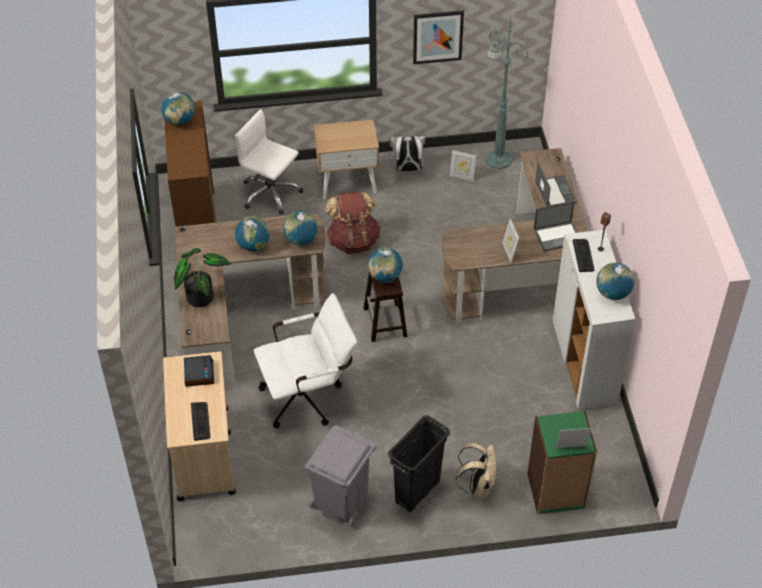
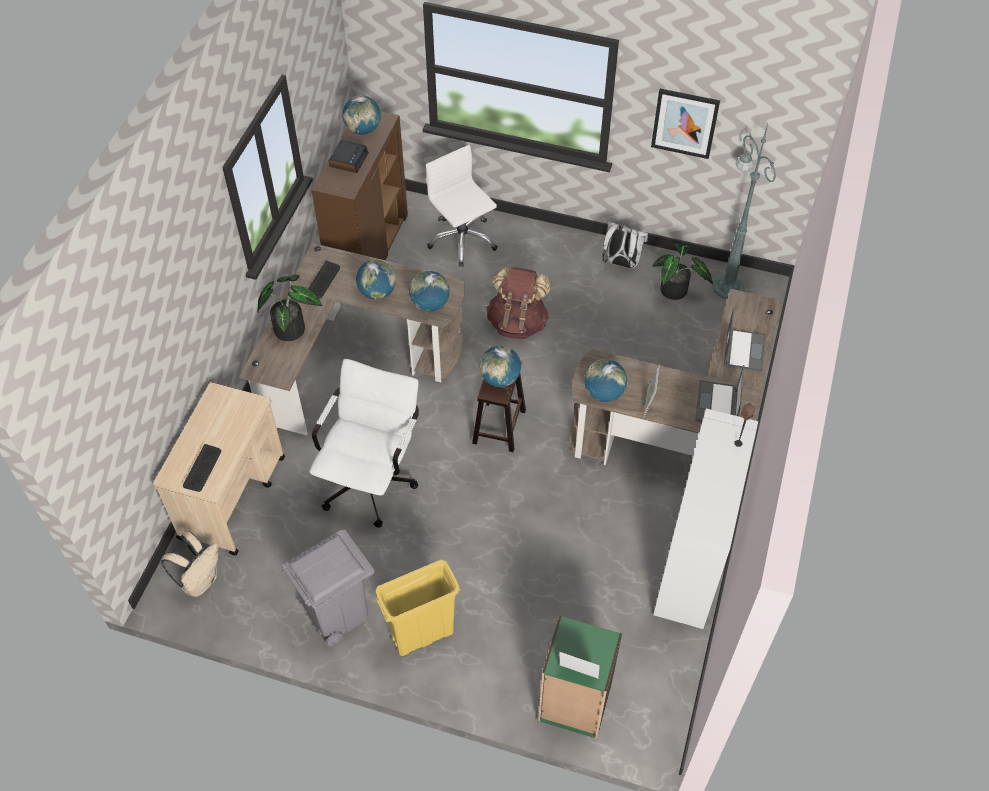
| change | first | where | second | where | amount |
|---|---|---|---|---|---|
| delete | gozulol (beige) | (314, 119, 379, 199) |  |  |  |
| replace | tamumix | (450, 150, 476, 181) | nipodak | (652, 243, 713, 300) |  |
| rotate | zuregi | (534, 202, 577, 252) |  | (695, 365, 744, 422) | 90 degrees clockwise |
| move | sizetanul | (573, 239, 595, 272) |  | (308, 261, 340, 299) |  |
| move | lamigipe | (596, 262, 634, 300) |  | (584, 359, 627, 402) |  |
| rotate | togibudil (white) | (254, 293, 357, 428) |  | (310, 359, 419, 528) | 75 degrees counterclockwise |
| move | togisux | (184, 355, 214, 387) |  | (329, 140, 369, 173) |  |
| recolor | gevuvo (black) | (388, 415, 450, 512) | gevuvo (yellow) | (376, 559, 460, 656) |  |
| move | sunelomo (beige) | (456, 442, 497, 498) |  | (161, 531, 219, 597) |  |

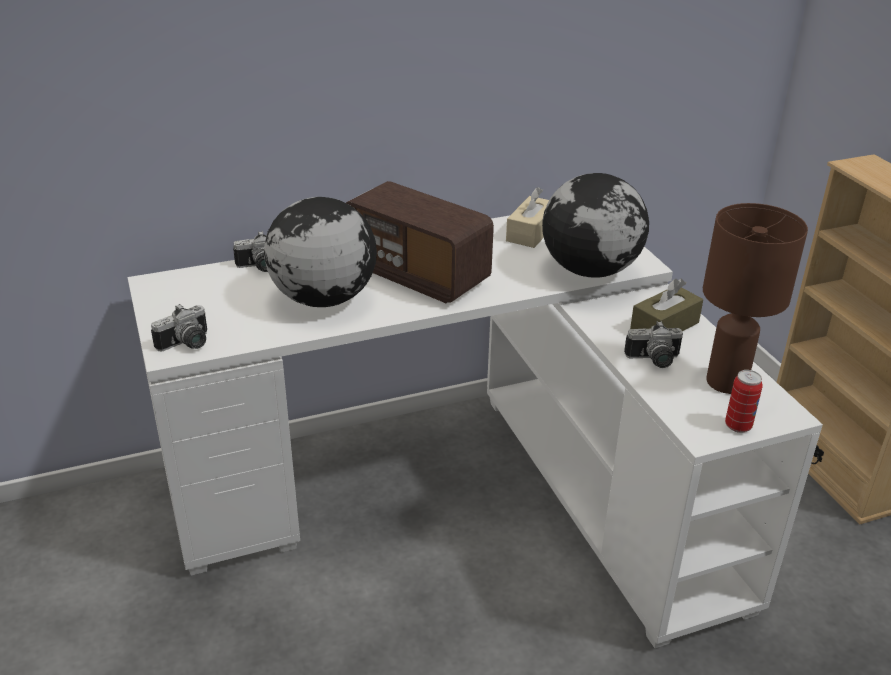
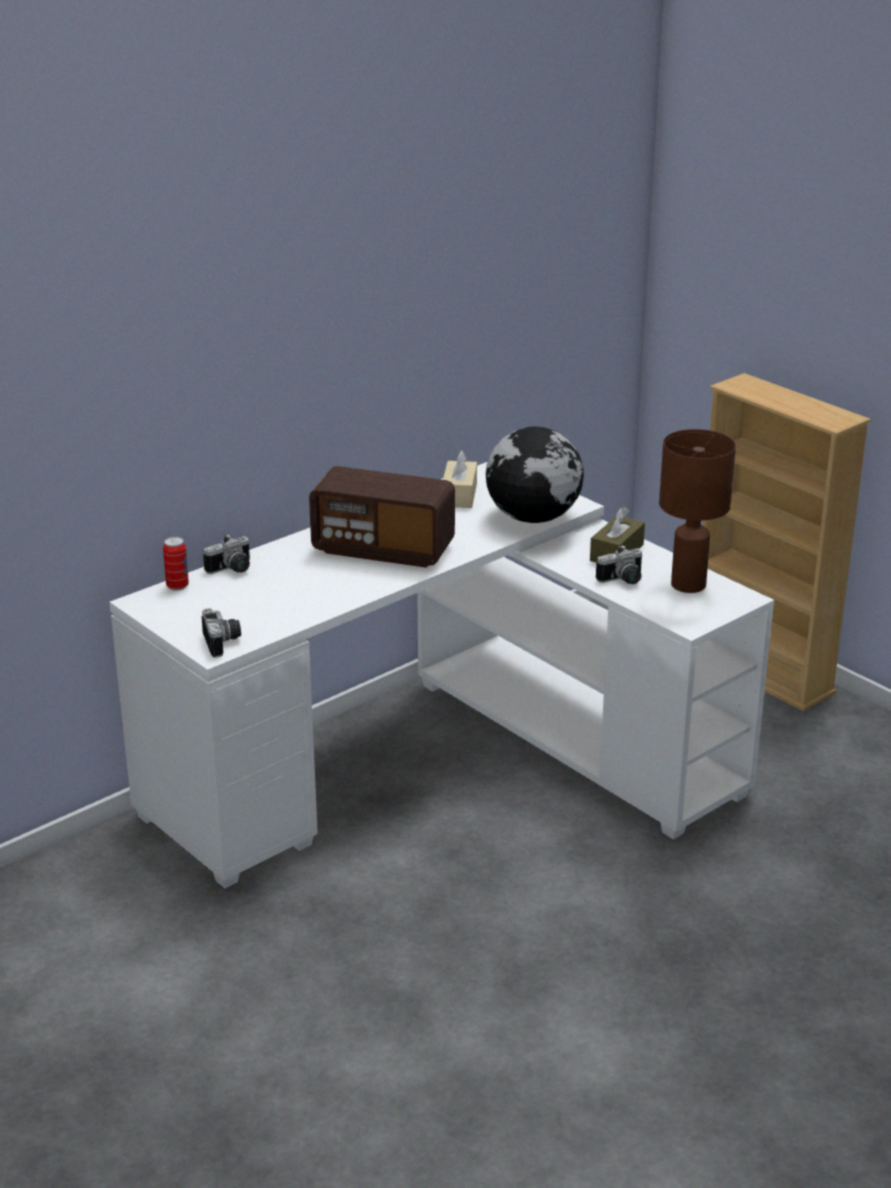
| change | first | where | second | where | amount |
|---|---|---|---|---|---|
| delete | lamigipe | (264, 197, 377, 307) |  |  |  |
| rotate | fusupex | (151, 304, 207, 352) |  | (202, 608, 241, 658) | 45 degrees counterclockwise |
| move | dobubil | (725, 370, 763, 433) |  | (163, 537, 189, 591) |  |

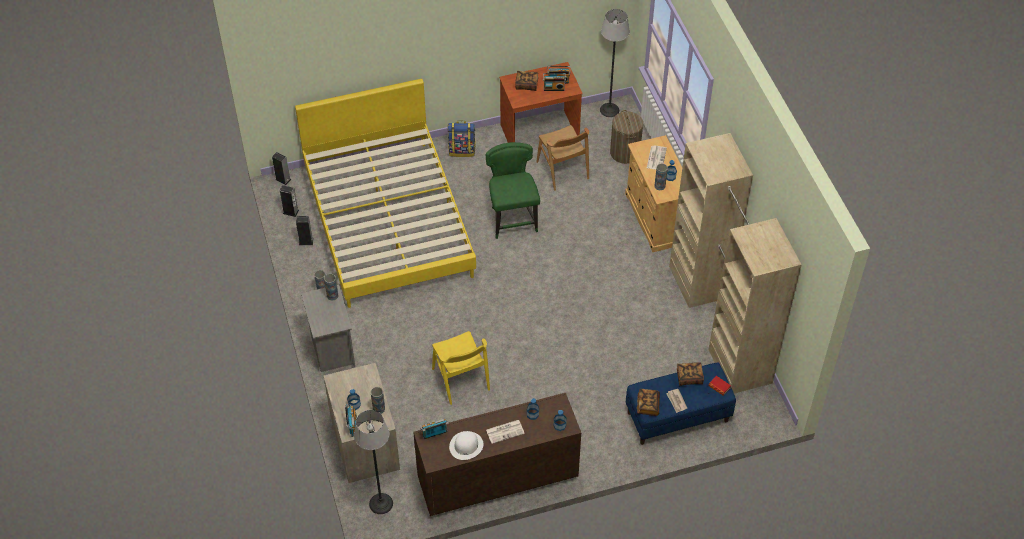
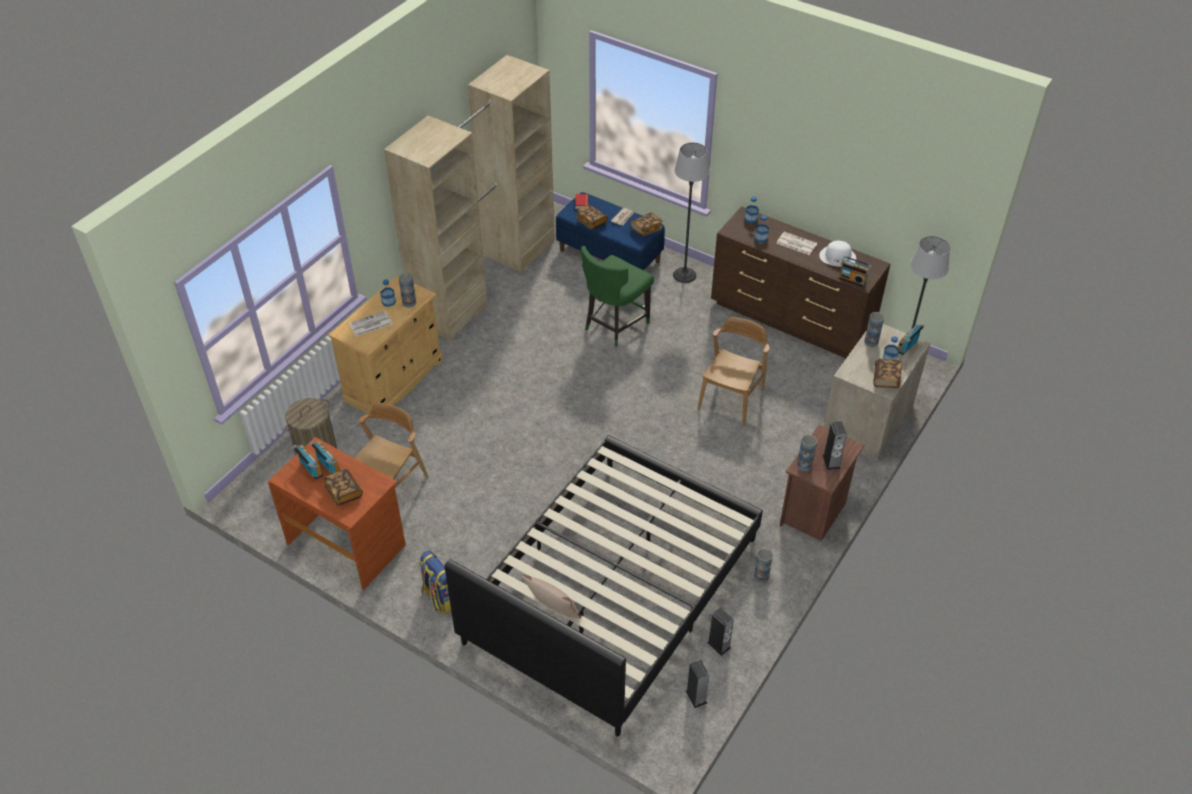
| change | first | where | second | where | amount |
|---|---|---|---|---|---|
| move | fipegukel | (600, 9, 630, 117) |  | (673, 142, 710, 283) |  |
| recolor | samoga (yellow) | (295, 79, 476, 308) | samoga (black) | (444, 435, 763, 736) |  |
| move | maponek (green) | (486, 142, 540, 239) |  | (581, 246, 654, 347) |  |
| move | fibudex | (272, 152, 291, 185) |  | (823, 421, 847, 470) |  |
| recolor | gozulol (grey) | (301, 284, 355, 372) | gozulol (brown) | (780, 424, 864, 541) |  |
| recolor | maponek (yellow) | (432, 331, 490, 405) | maponek (brown) | (697, 317, 770, 426) |  |
| insert |  |  | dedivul | (873, 359, 902, 388) |  |
| insert |  |  | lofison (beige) | (522, 574, 582, 619) |  |

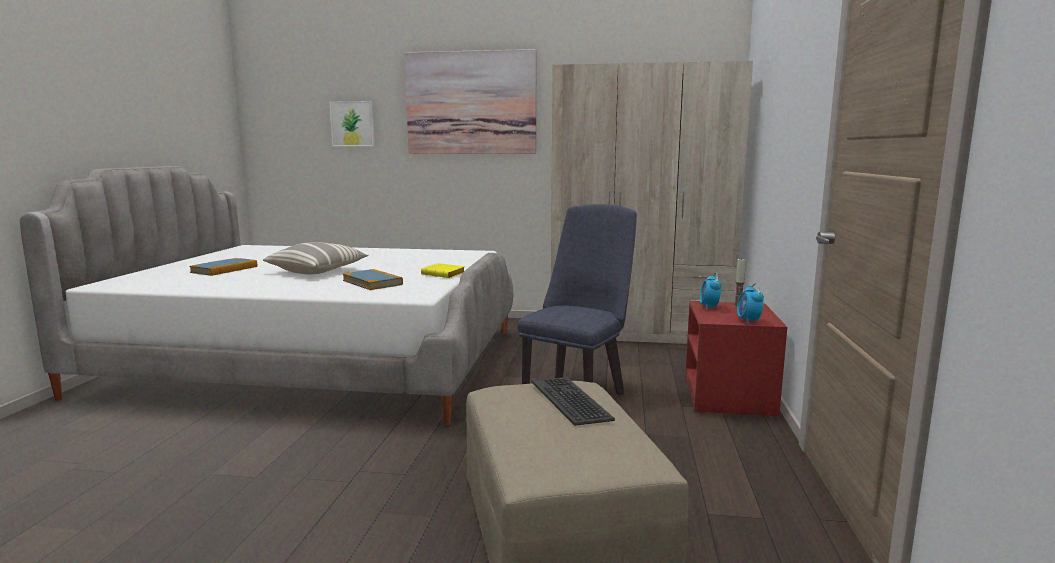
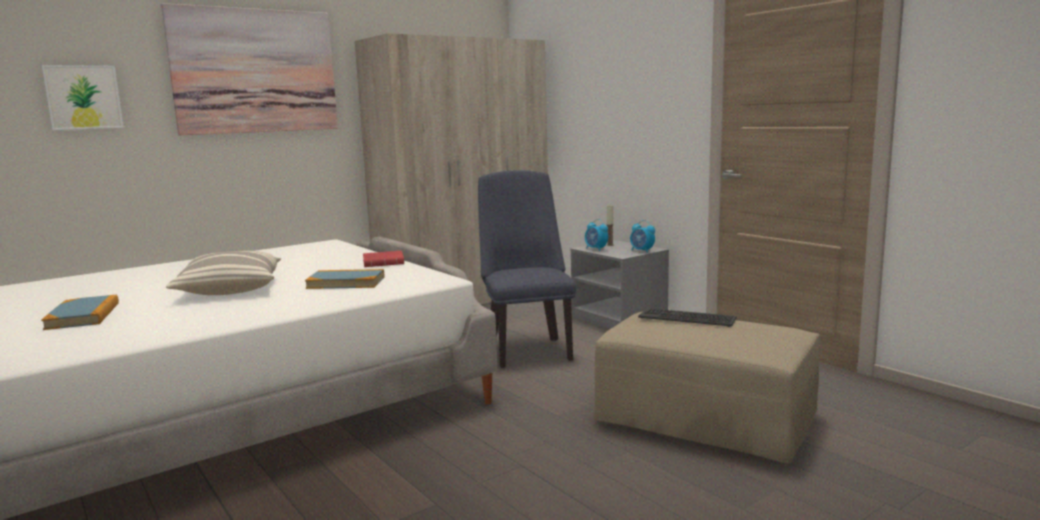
| change | first | where | second | where | amount |
|---|---|---|---|---|---|
| recolor | dedivul (yellow) | (421, 263, 465, 278) | dedivul (red) | (363, 251, 404, 267) |  |
| recolor | gozulol (red) | (685, 301, 787, 417) | gozulol (grey) | (571, 240, 669, 329) |  |

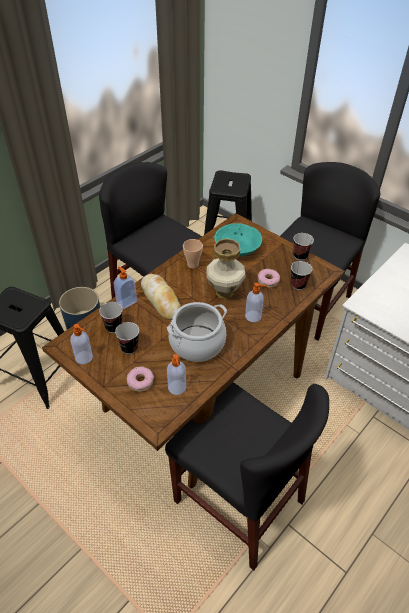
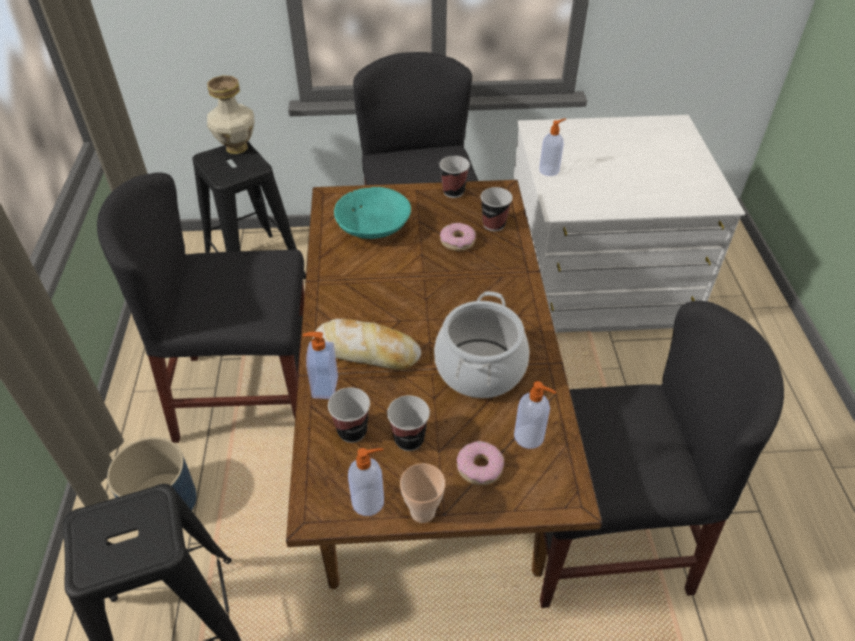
| change | first | where | second | where | amount |
|---|---|---|---|---|---|
| move | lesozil | (206, 238, 246, 299) |  | (207, 75, 255, 154) |  |
| move | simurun | (183, 239, 203, 268) |  | (400, 463, 445, 523) |  |
| move | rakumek | (245, 283, 267, 322) |  | (539, 118, 566, 176) |  |

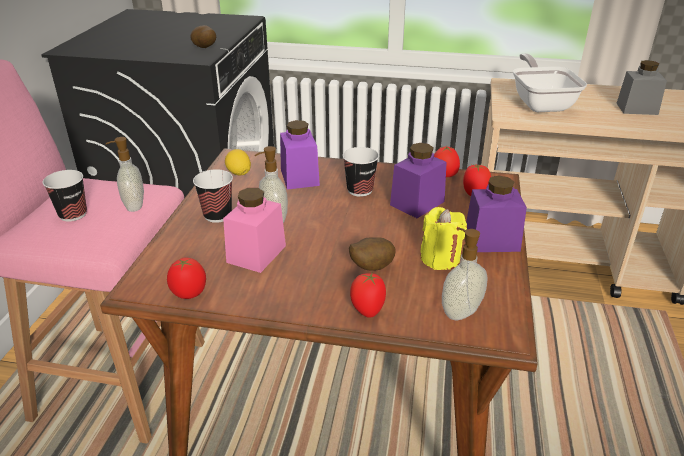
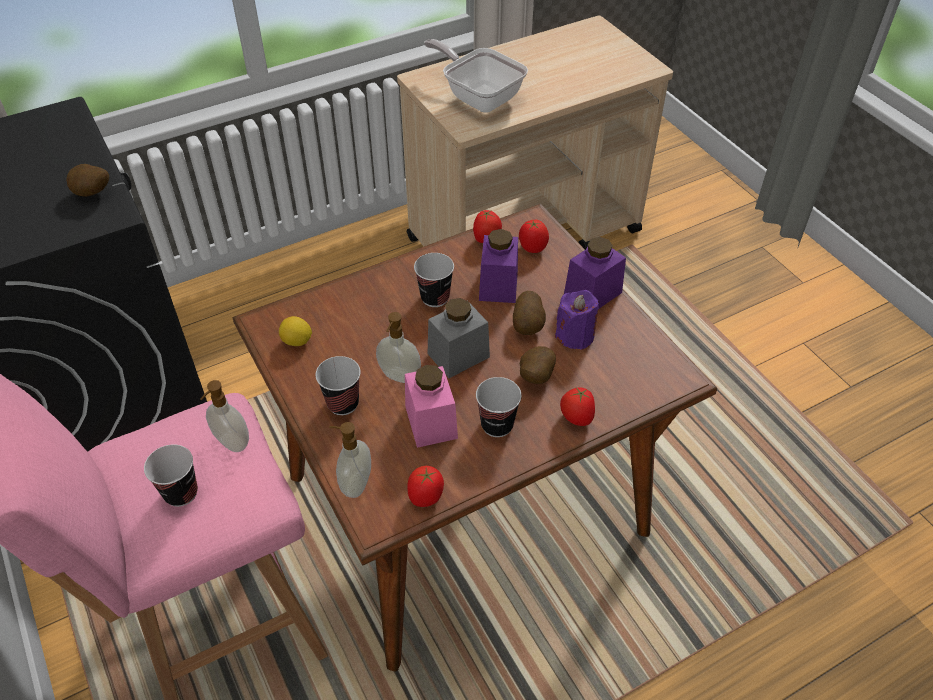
| change | first | where | second | where | amount |
|---|---|---|---|---|---|
| move | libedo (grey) | (616, 60, 667, 115) |  | (428, 298, 490, 378) |  |
| delete | libedo (purple) | (280, 120, 320, 190) |  |  |  |
| recolor | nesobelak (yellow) | (420, 207, 467, 270) | nesobelak (purple) | (555, 290, 599, 350) |  |
| move | rakumek | (442, 228, 487, 320) |  | (329, 422, 371, 498) |  |
| insert |  |  | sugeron | (513, 291, 546, 335) |  |
| insert |  |  | simurun | (476, 377, 522, 437) |  |

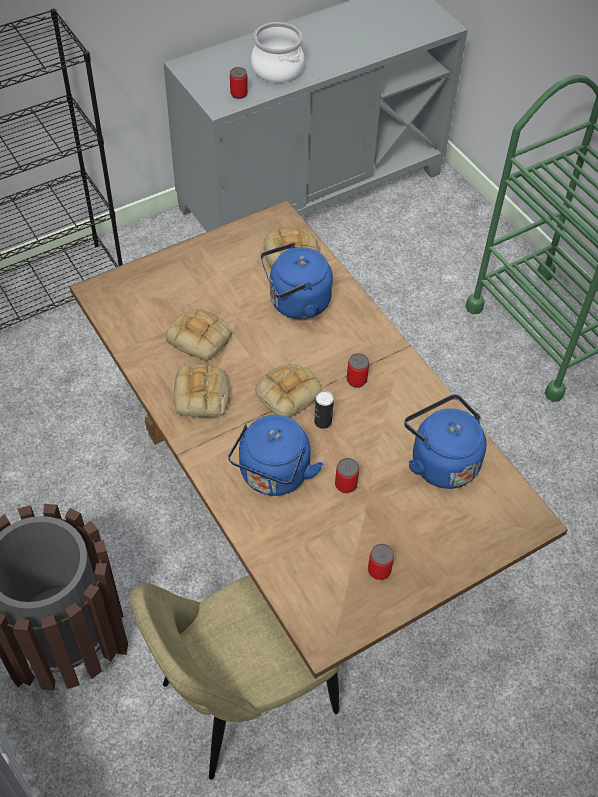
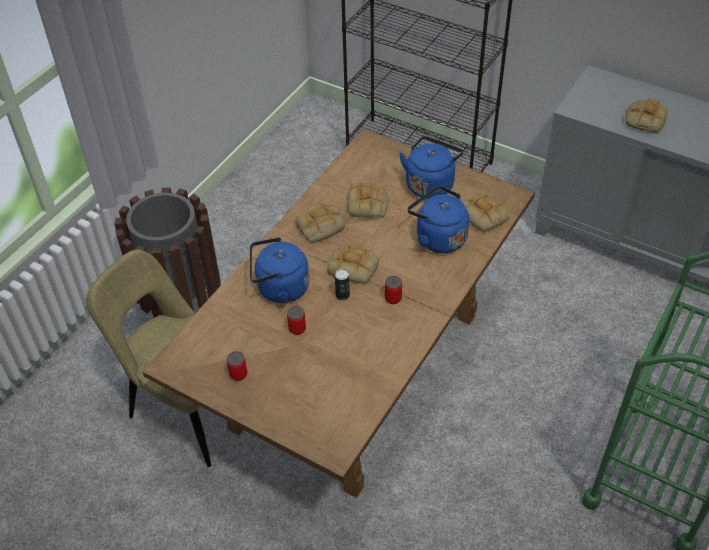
| change | first | where | second | where | amount |
|---|---|---|---|---|---|
| replace | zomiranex | (251, 22, 304, 82) | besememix | (625, 98, 667, 133) |  |
| delete | dobubil | (230, 67, 248, 99) |  |  |  |
| move | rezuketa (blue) | (404, 394, 487, 489) |  | (399, 136, 463, 199) |  |

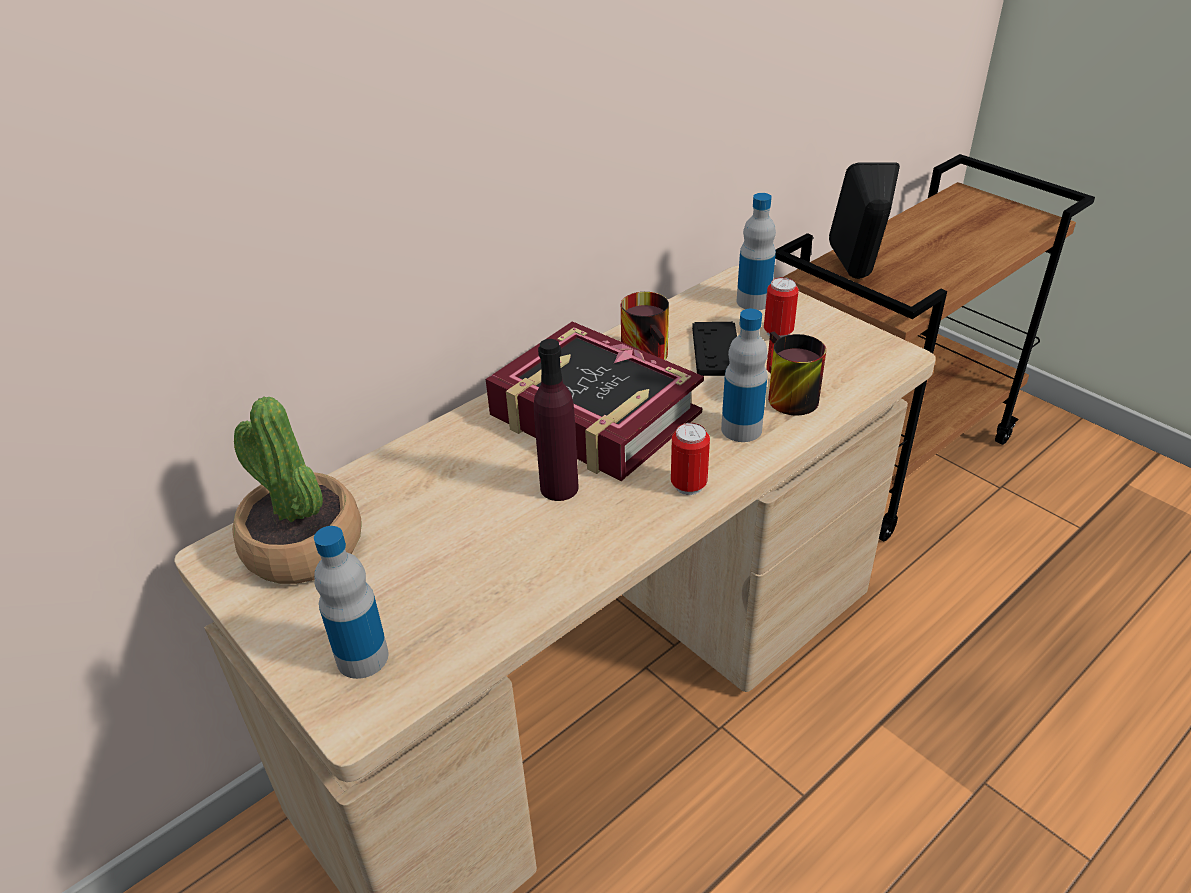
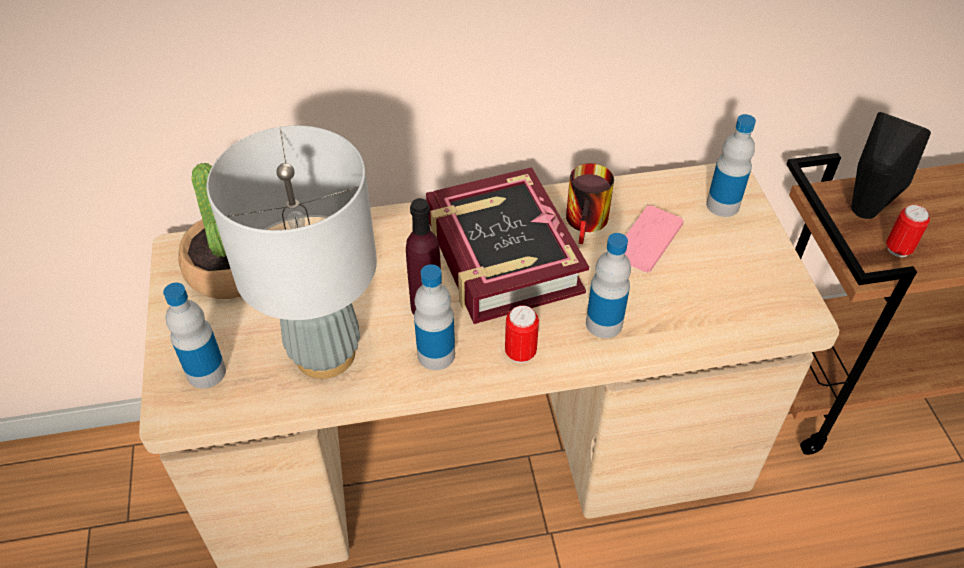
| change | first | where | second | where | amount |
|---|---|---|---|---|---|
| move | dobubil | (764, 277, 799, 337) |  | (886, 205, 930, 257) |  |
| recolor | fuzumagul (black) | (692, 322, 737, 376) | fuzumagul (pink) | (625, 205, 684, 273) |  |
| delete | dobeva | (766, 331, 826, 415) |  |  |  |
| insert |  |  | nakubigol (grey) | (206, 126, 377, 379) |  |
| insert |  |  | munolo | (414, 264, 455, 370) |  |

